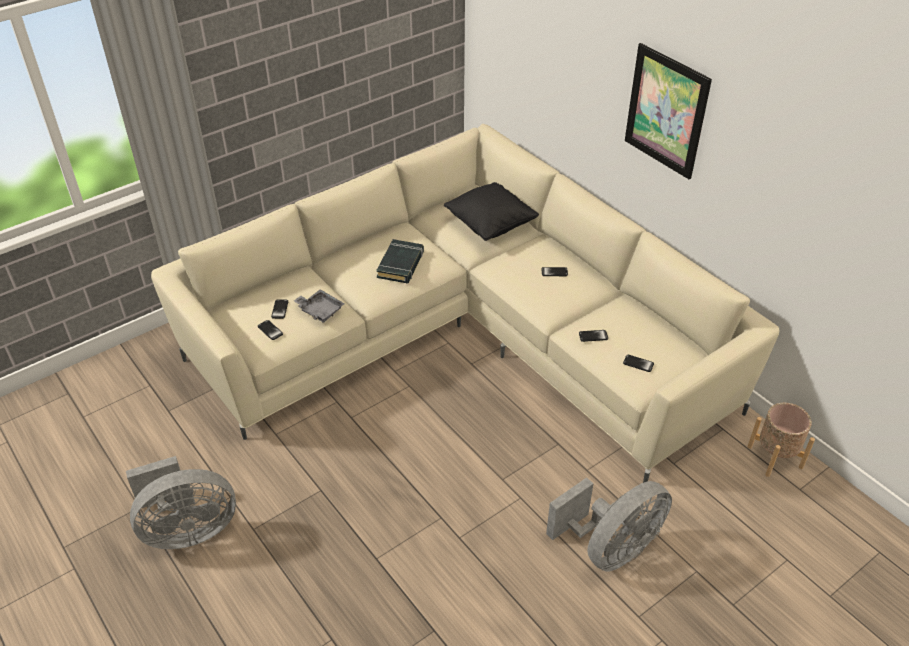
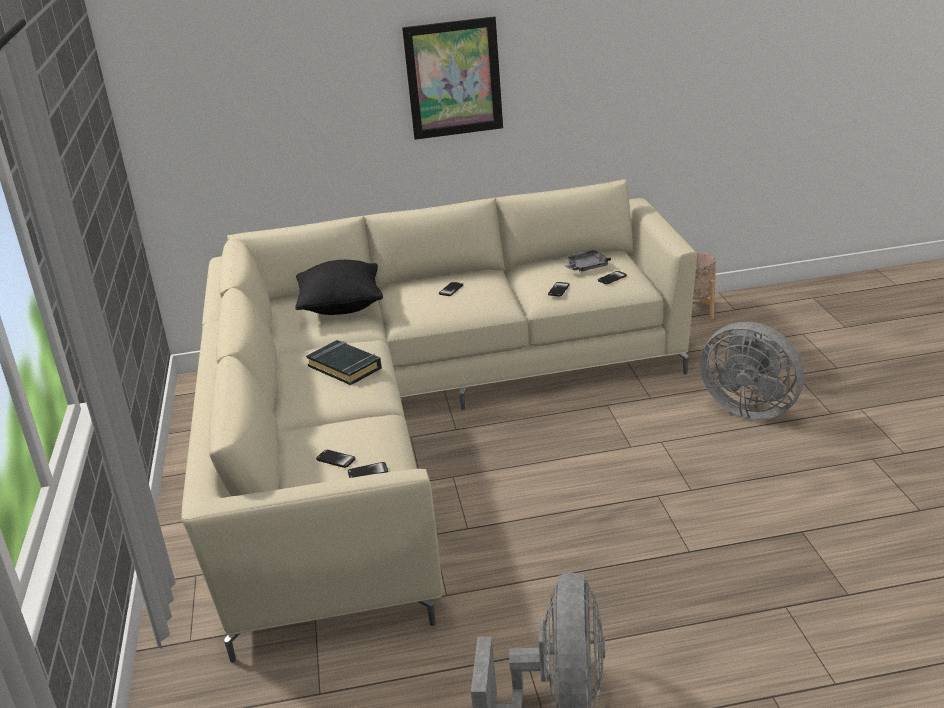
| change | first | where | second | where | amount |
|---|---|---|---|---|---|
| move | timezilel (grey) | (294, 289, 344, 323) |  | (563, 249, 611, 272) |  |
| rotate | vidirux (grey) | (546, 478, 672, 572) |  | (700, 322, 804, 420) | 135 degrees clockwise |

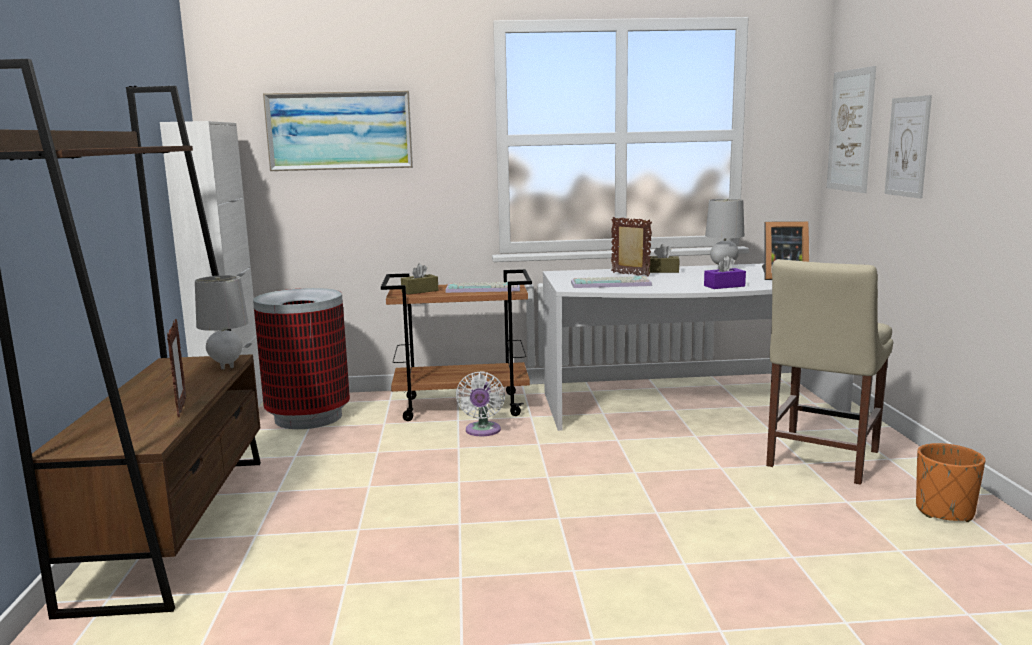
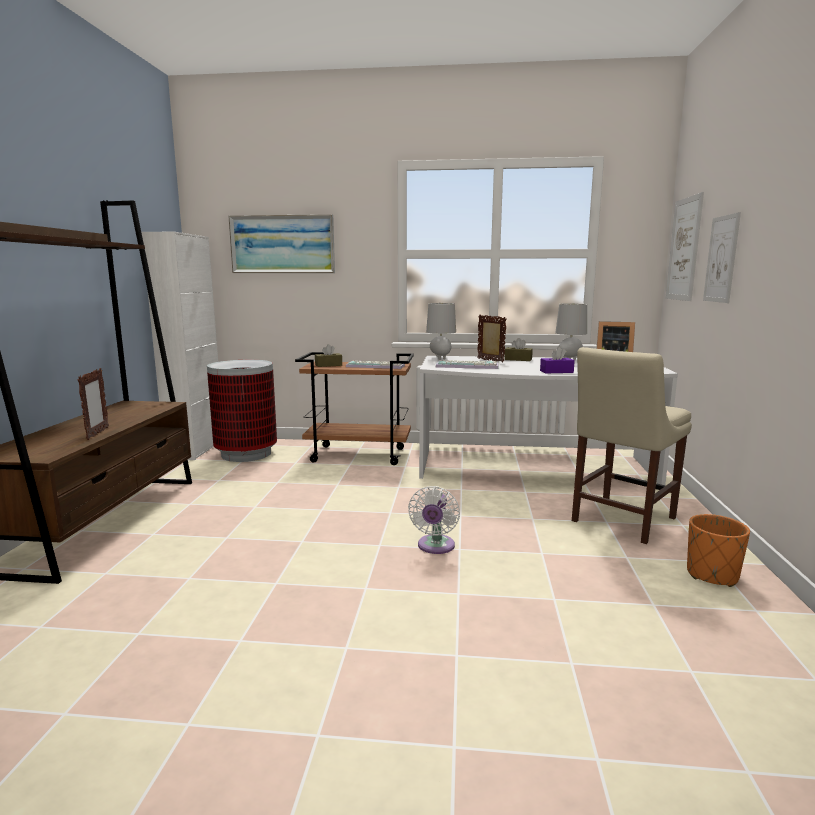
| change | first | where | second | where | amount |
|---|---|---|---|---|---|
| move | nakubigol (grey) | (195, 275, 249, 370) |  | (426, 303, 456, 359) |  |
| move | vidirux (white) | (456, 371, 505, 436) |  | (408, 486, 460, 554) |  |

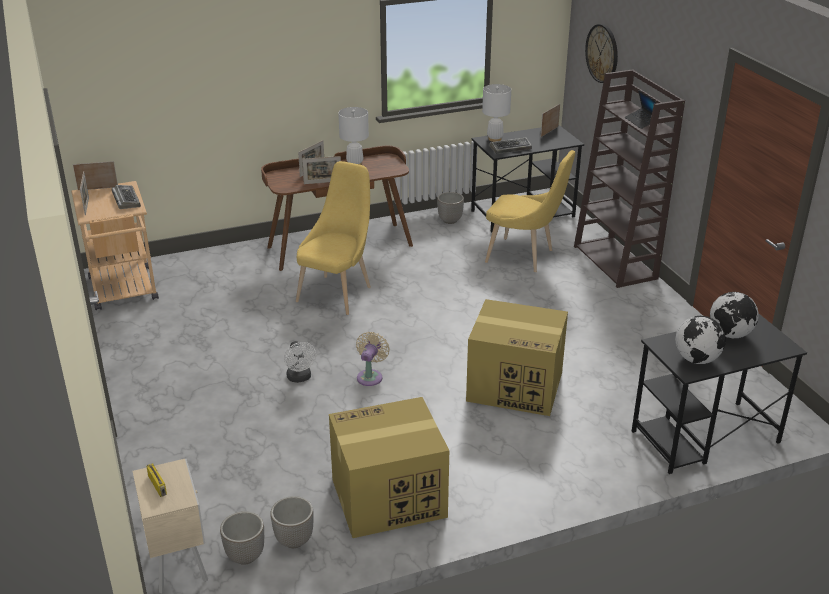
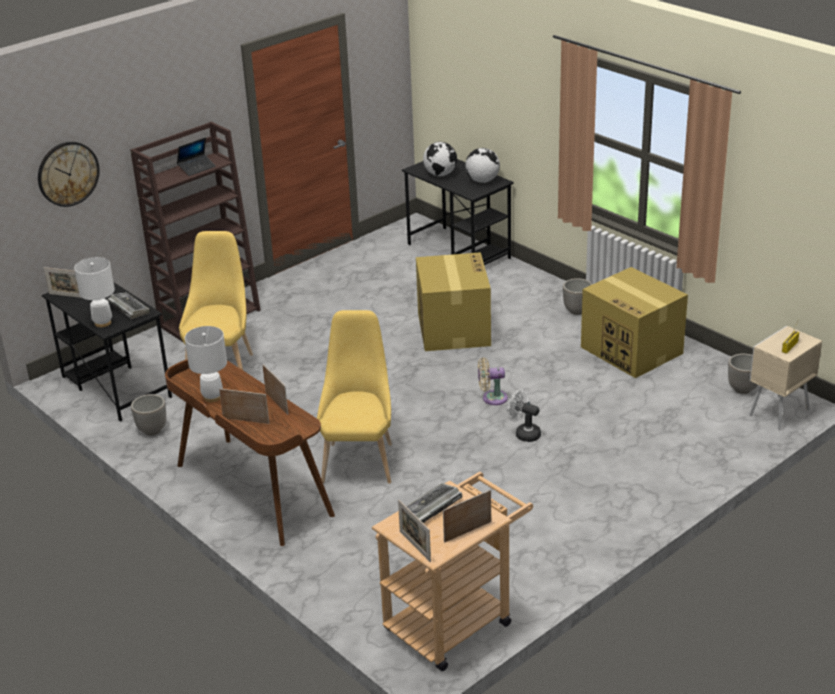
| change | first | where | second | where | amount |
|---|---|---|---|---|---|
| rotate | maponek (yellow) | (296, 161, 371, 315) |  | (317, 310, 392, 484) | 90 degrees clockwise |
| rotate | vidirux (white) | (284, 341, 316, 383) |  | (507, 390, 541, 442) | 105 degrees counterclockwise |
| move | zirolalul | (270, 496, 313, 548) |  | (563, 278, 592, 315) |  |

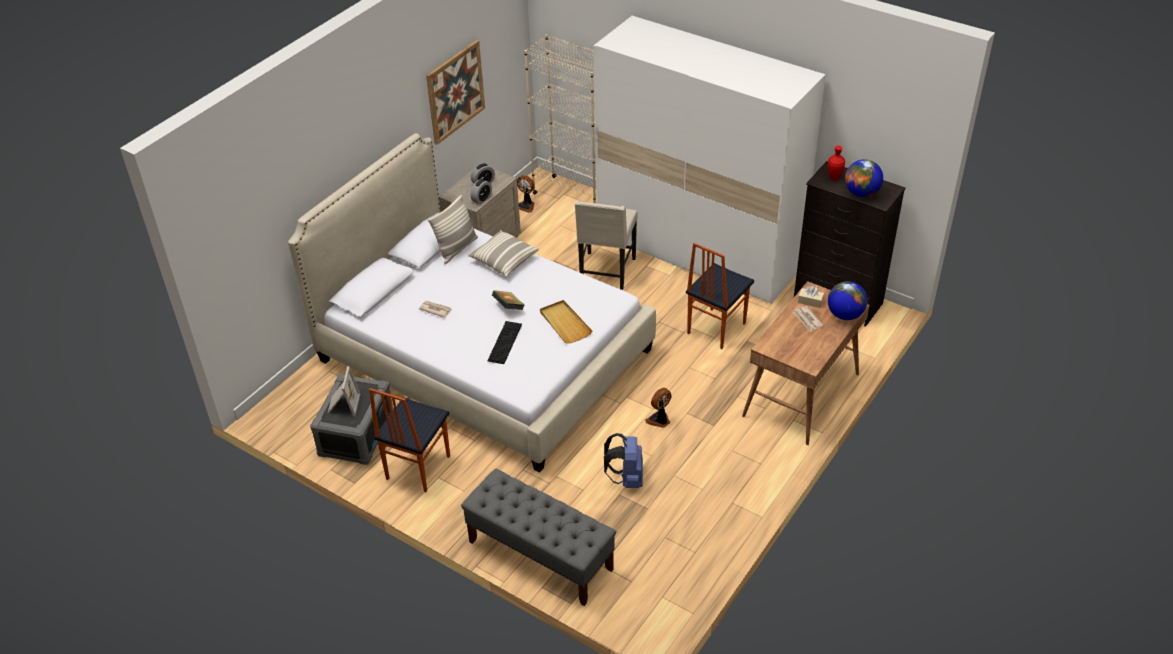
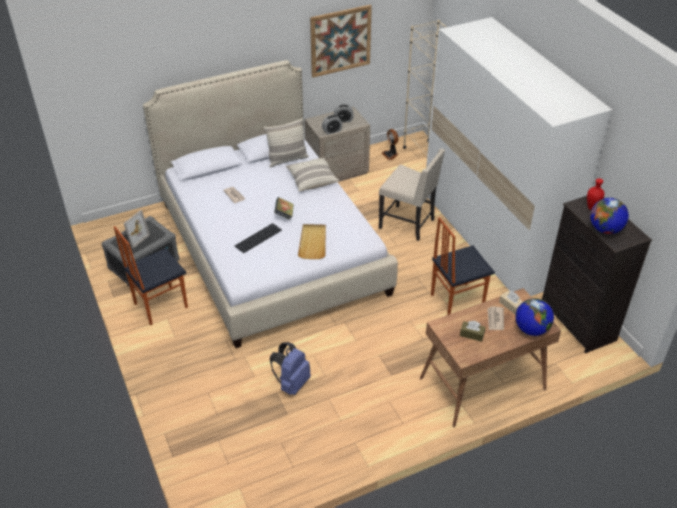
| change | first | where | second | where | amount |
|---|---|---|---|---|---|
| rotate | maponek (beige) | (574, 200, 638, 290) |  | (379, 149, 445, 241) | 105 degrees counterclockwise |
| delete | vidirux | (645, 388, 671, 428) |  |  |  |
| delete | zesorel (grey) | (461, 469, 616, 606) |  |  |  |
| insert |  |  | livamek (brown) | (460, 321, 486, 342) |  |

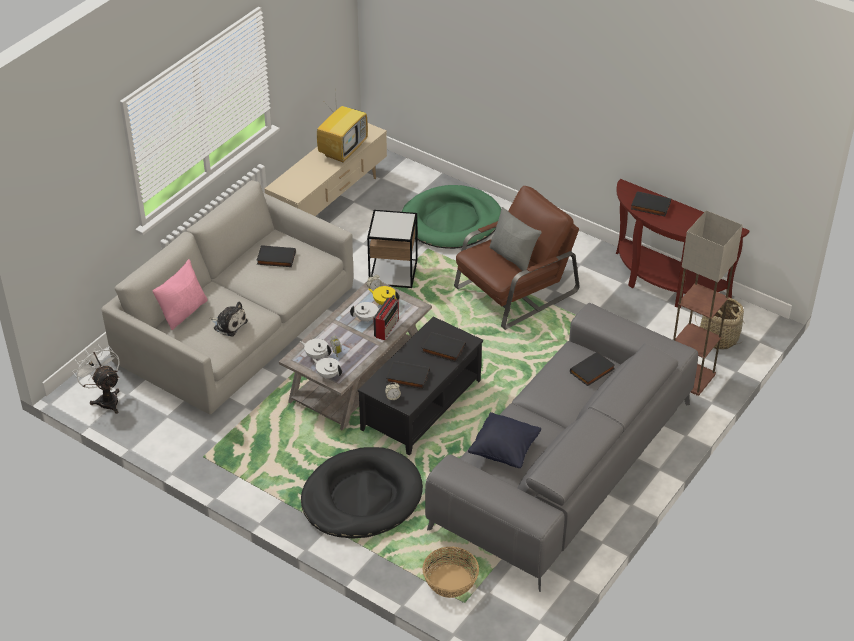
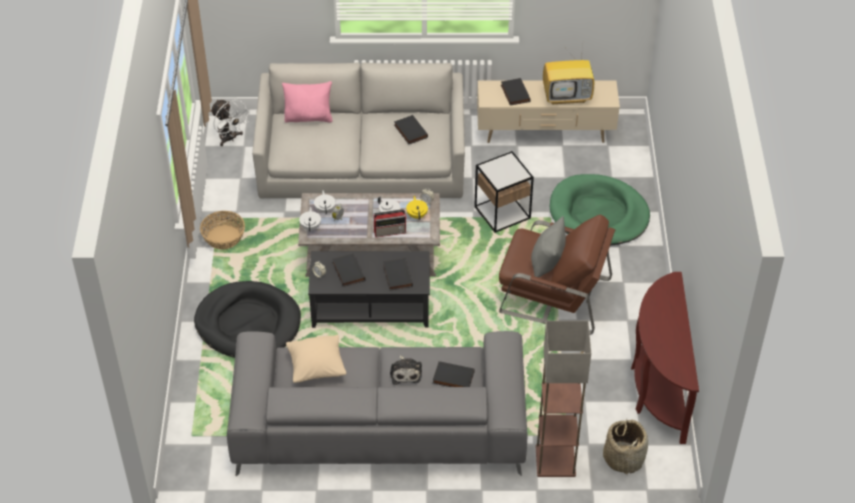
| change | first | where | second | where | amount |
|---|---|---|---|---|---|
| move | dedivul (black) | (631, 191, 671, 216) |  | (501, 78, 531, 106) |  |
| move | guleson | (210, 302, 248, 336) |  | (390, 355, 422, 385) |  |
| rotate | vidirux (white) | (73, 344, 119, 414) |  | (211, 100, 250, 146) | 120 degrees clockwise |
| recolor | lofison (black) | (468, 412, 541, 468) | lofison (beige) | (286, 335, 346, 383) |  |
| move | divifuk | (422, 546, 479, 598) |  | (200, 211, 245, 249) |  |

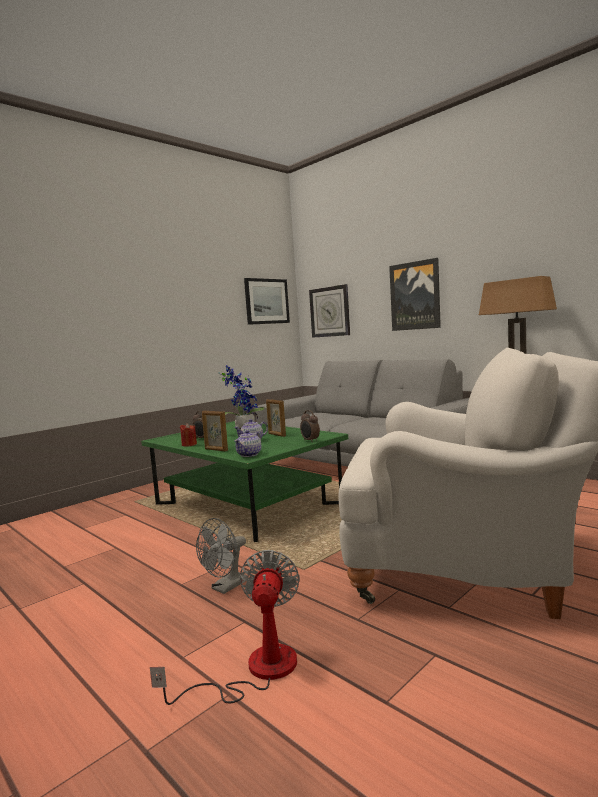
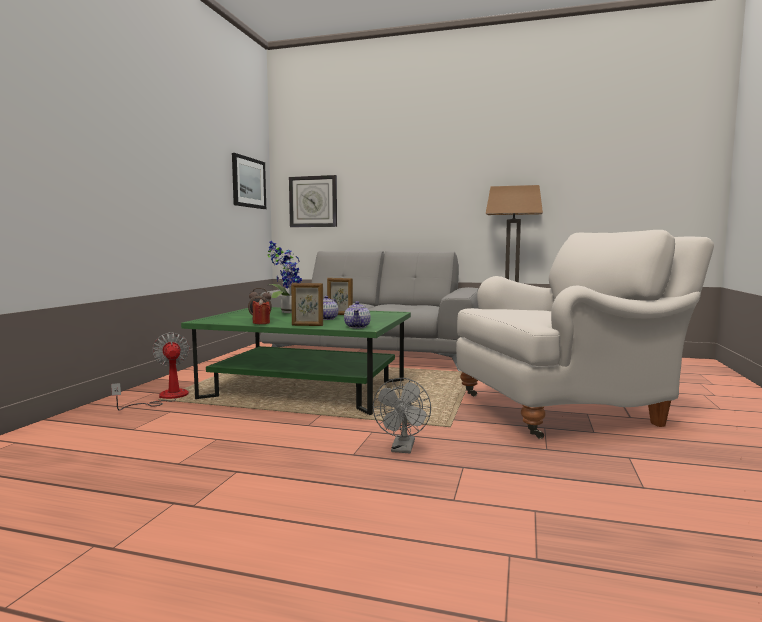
| change | first | where | second | where | amount |
|---|---|---|---|---|---|
| delete | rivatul | (389, 258, 441, 331) |  |  |  |
| delete | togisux | (300, 410, 320, 442) |  |  |  |
| move | vidirux | (150, 550, 300, 705) |  | (111, 332, 190, 411) |  |

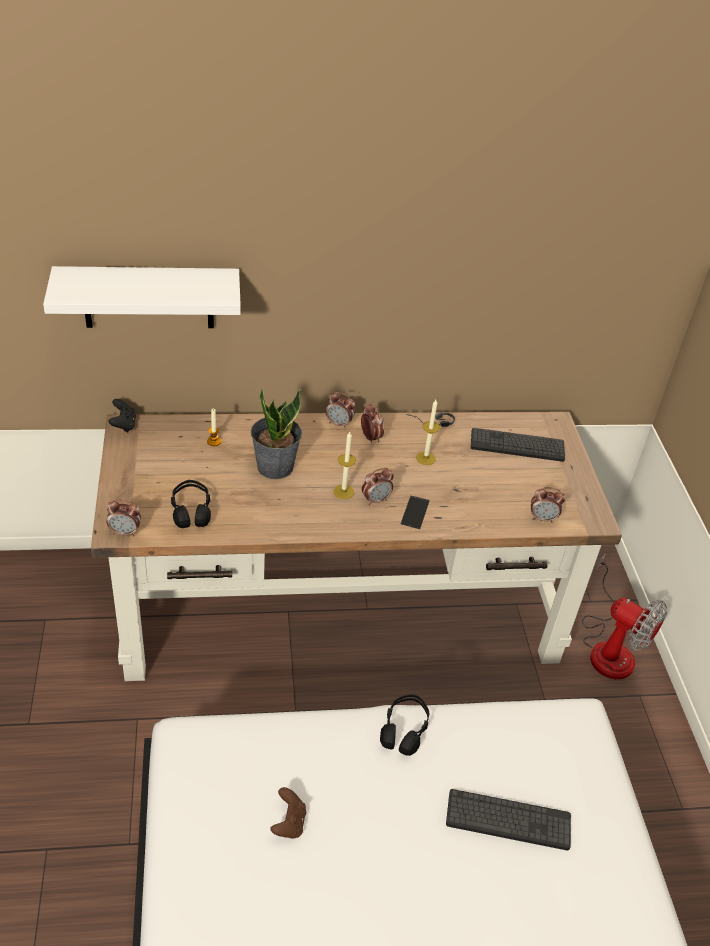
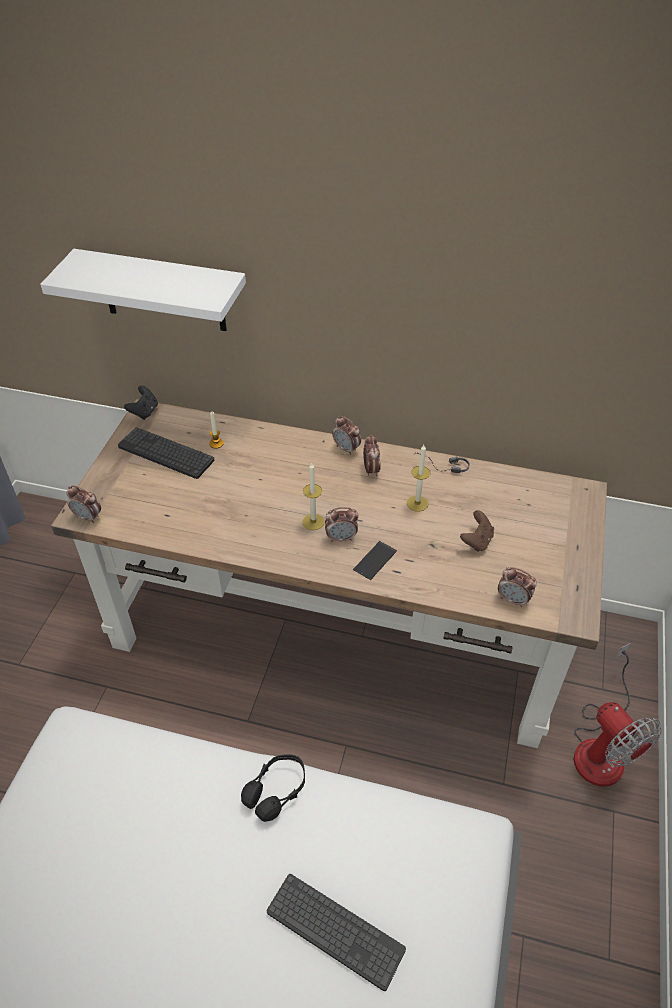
| change | first | where | second | where | amount |
|---|---|---|---|---|---|
| delete | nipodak | (251, 388, 302, 479) |  |  |  |
| move | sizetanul | (471, 428, 565, 462) |  | (118, 427, 214, 479) |  |
| delete | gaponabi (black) | (171, 480, 211, 528) |  |  |  |
| move | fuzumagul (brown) | (270, 787, 306, 839) |  | (460, 510, 494, 552) |  |

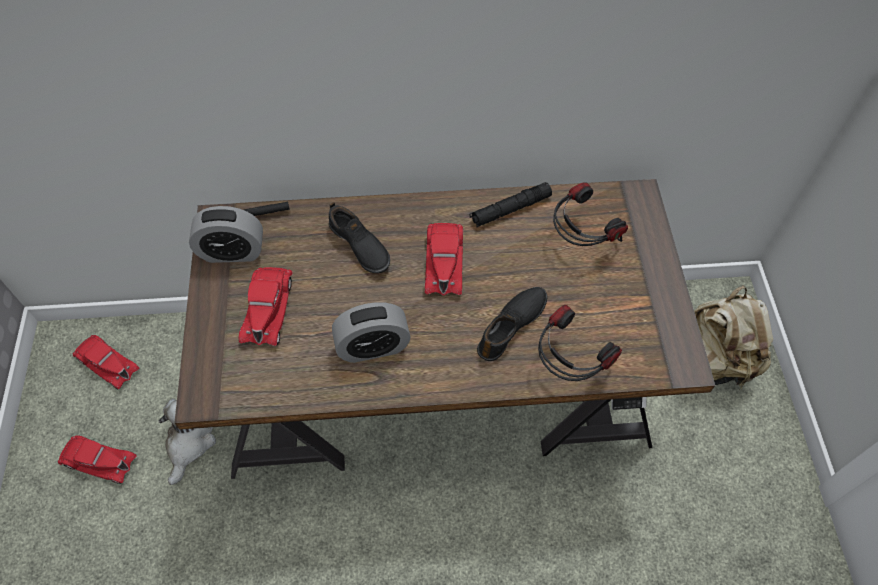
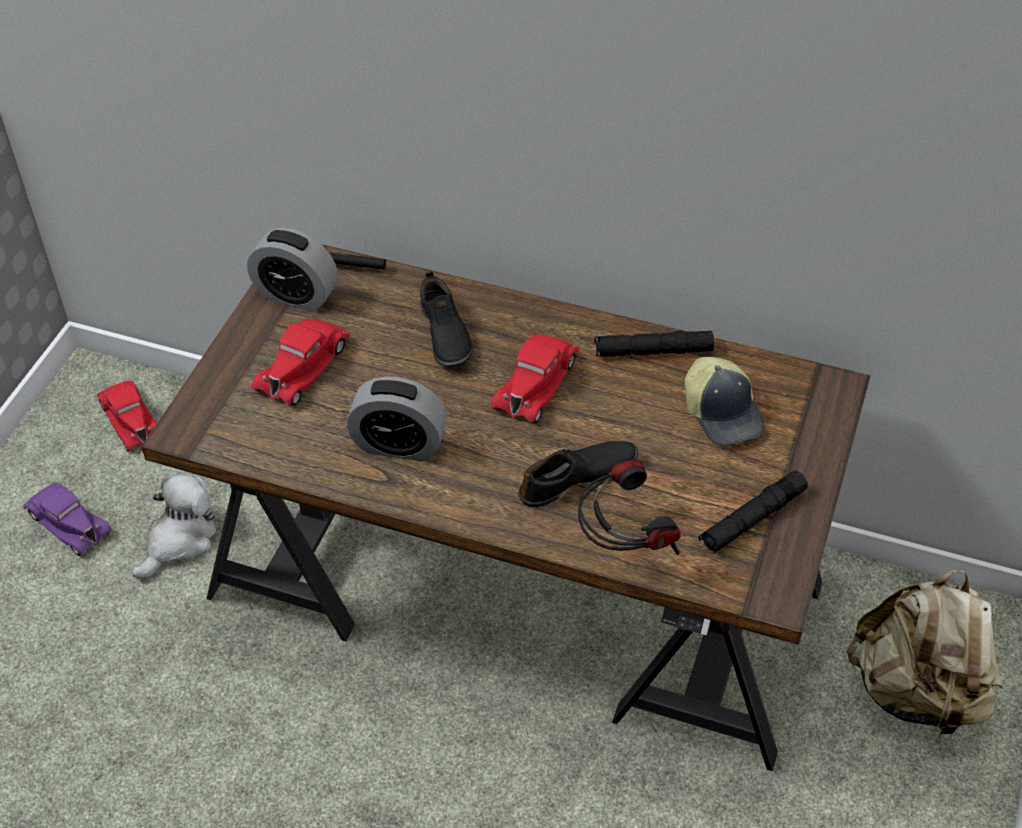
| change | first | where | second | where | amount |
|---|---|---|---|---|---|
| replace | gaponabi | (553, 183, 628, 246) | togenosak | (685, 357, 765, 446) |  |
| recolor | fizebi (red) | (58, 435, 137, 484) | fizebi (purple) | (23, 483, 112, 556) |  |
| insert |  |  | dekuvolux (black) | (699, 470, 808, 554) |  |

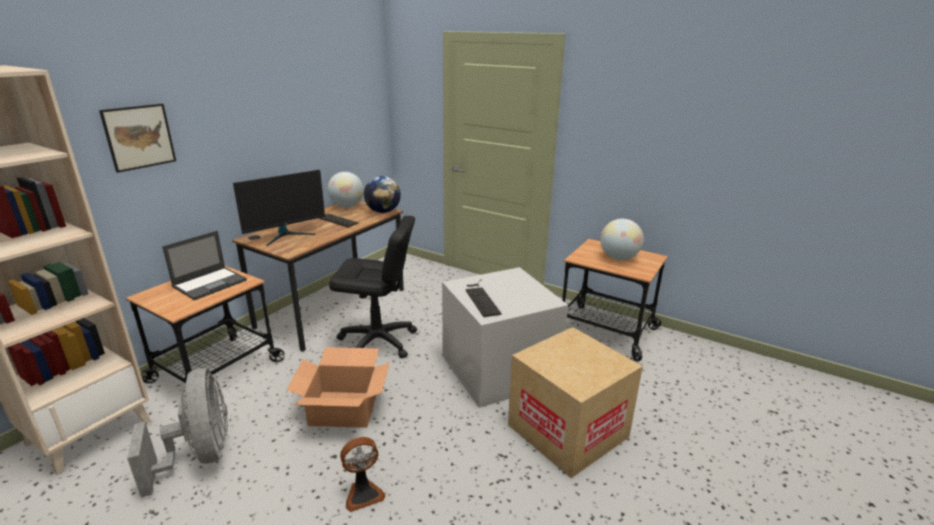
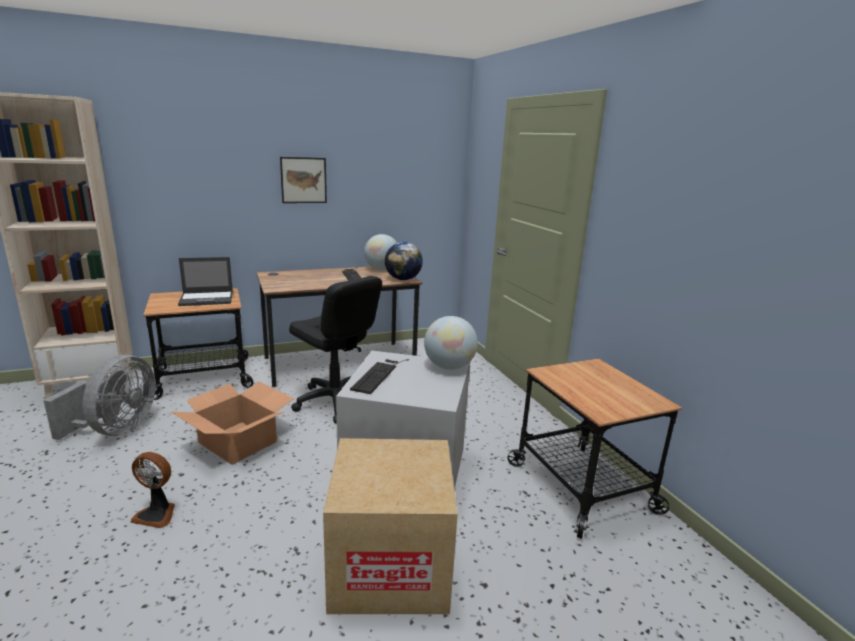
| change | first | where | second | where | amount |
|---|---|---|---|---|---|
| move | rivatul | (99, 104, 176, 173) |  | (280, 157, 327, 203) |  |
| delete | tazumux | (233, 170, 325, 246) |  |  |  |
| move | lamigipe | (600, 219, 644, 260) |  | (424, 316, 478, 370) |  |

